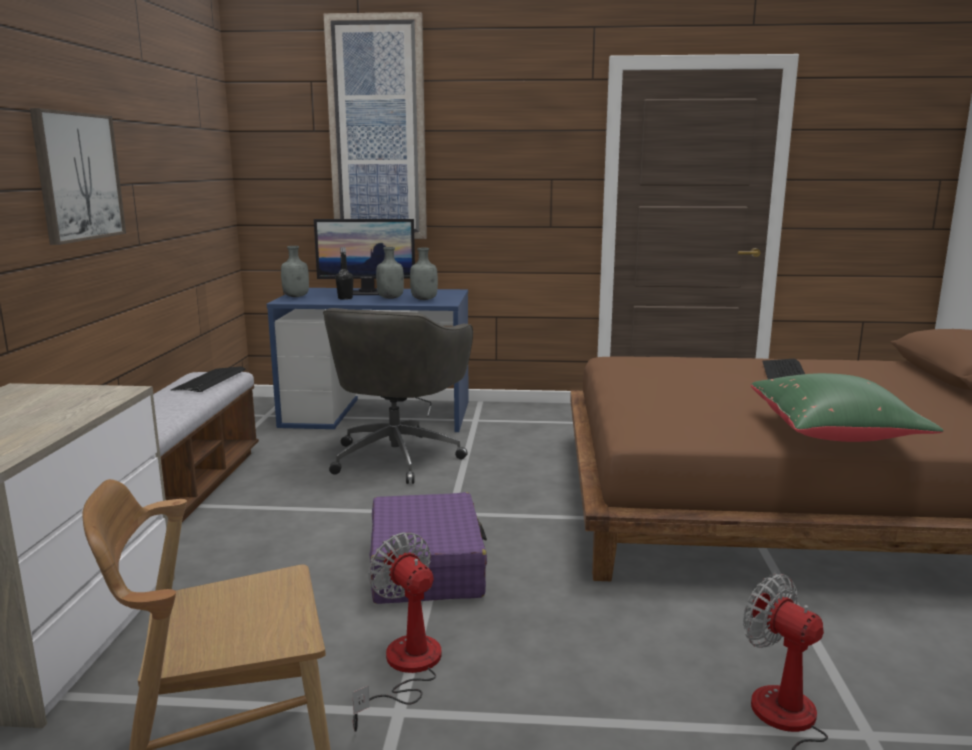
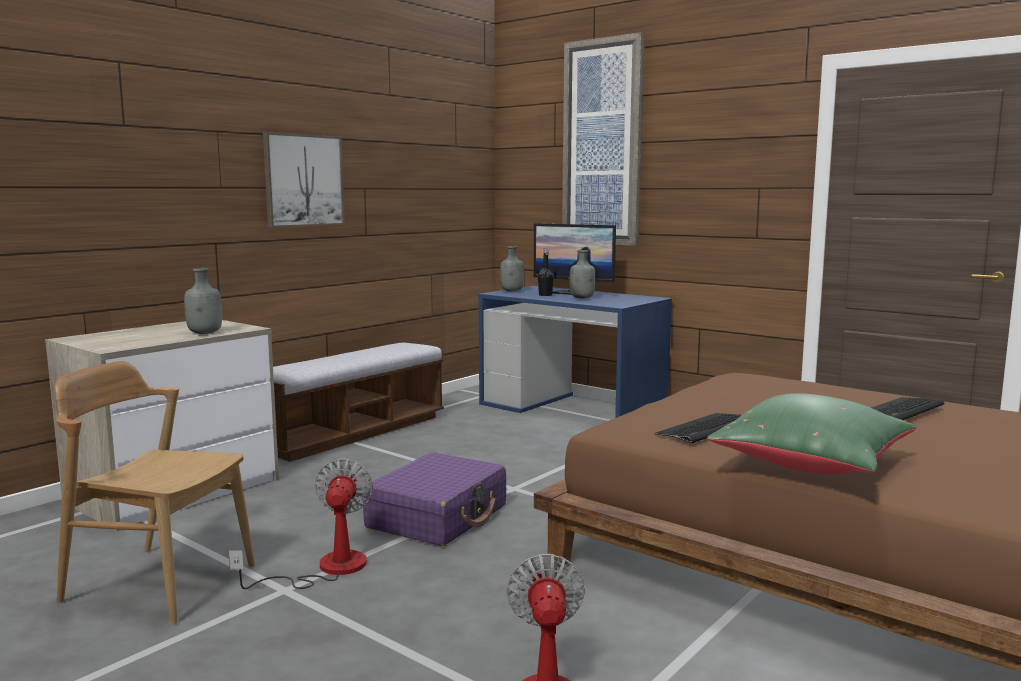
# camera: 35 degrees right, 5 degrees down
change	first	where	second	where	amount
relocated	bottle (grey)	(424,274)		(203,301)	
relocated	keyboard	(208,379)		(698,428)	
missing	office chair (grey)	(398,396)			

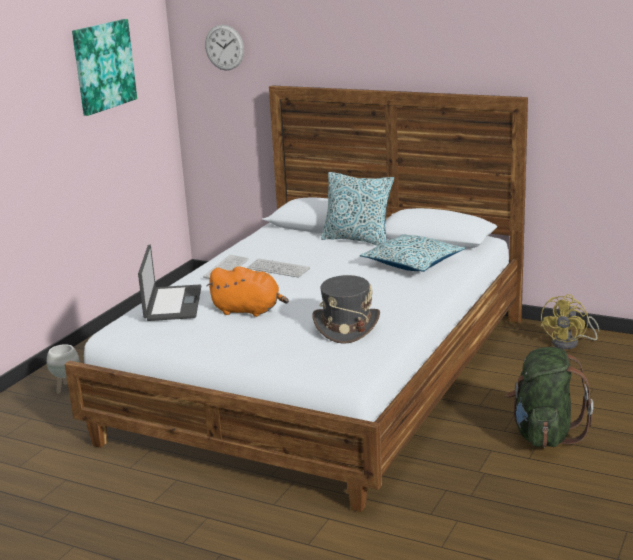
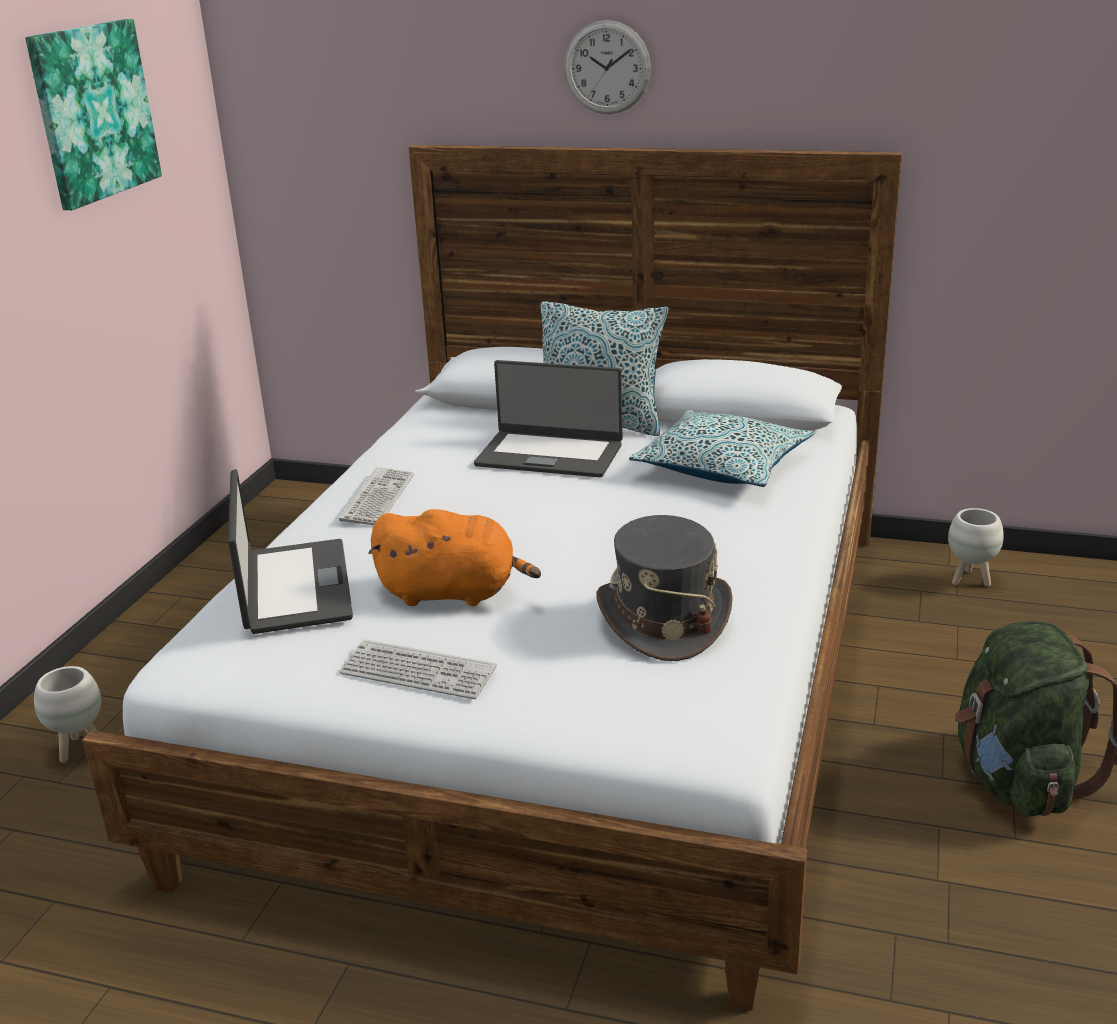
# camera: 10 degrees left, 5 degrees up
change	first	where	second	where	amount
relocated	keyboard	(278,268)		(418,669)	
appeared			laptop	(548,418)	
relocated	wall clock	(224,47)		(607,67)	
exchanged	fan (yellow)	(570,321)	planter (white)	(976,547)	

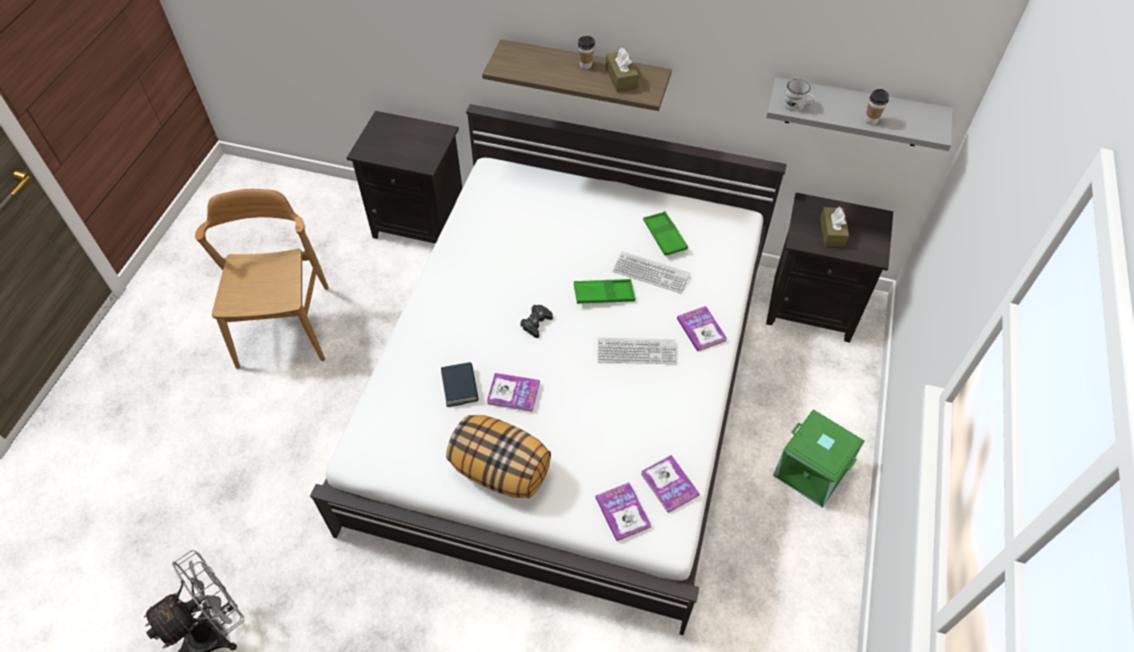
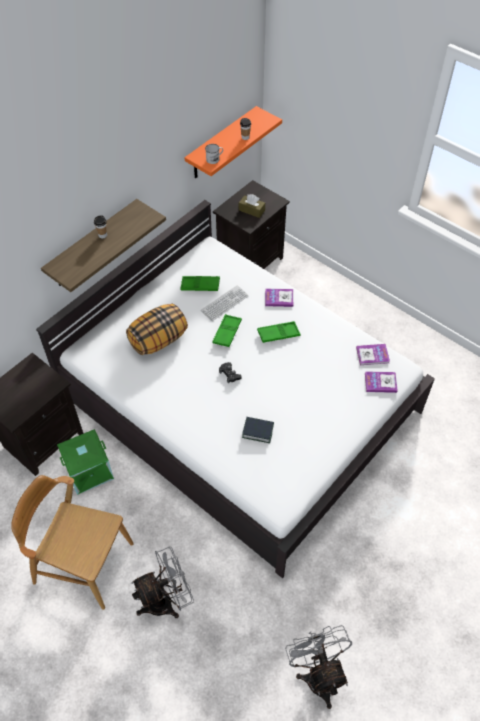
# camera: 65 degrees left, 0 degrees up
change	first	where	second	where	amount
relocated	storage box (green)	(818,458)		(85,462)	
relocated	pillow	(498,457)		(157,329)	
appeared			fan (grey)	(162,582)	
colour	shelf (grey)	(859,114)	shelf (orange)	(233,142)	
exchanged	keyboard	(636,350)	tray (green)	(279,332)	
missing	book	(513,392)			
missing	tissue box (brown)	(622,69)			

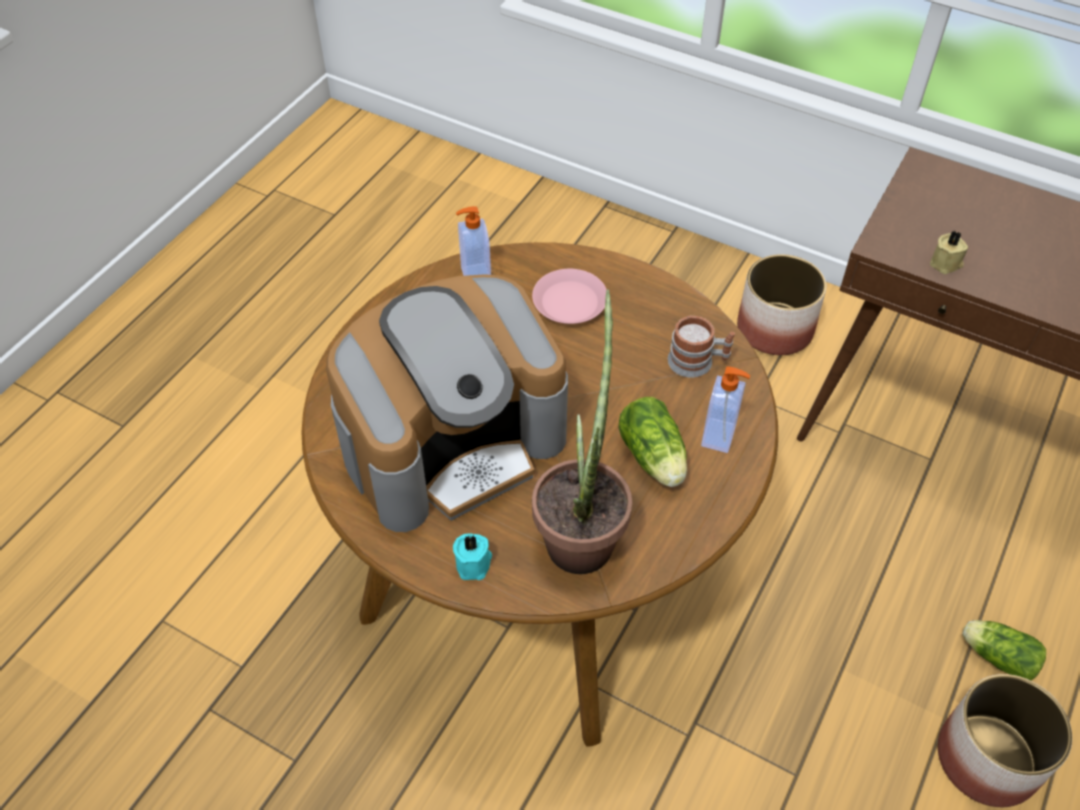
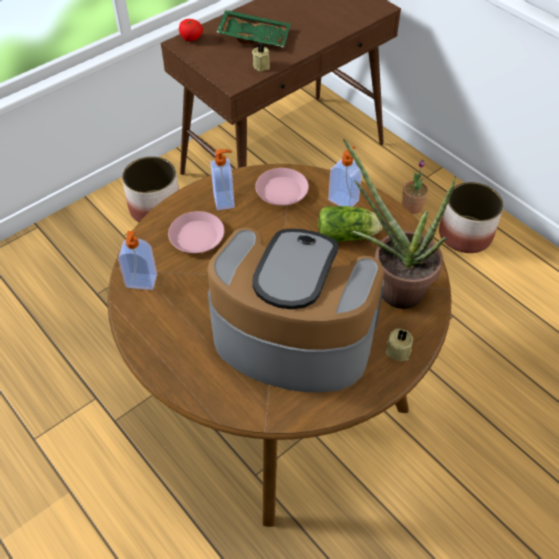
# camera: 70 degrees left, 0 degrees up
change	first	where	second	where	amount
appeared			tomato	(191,30)	
spun	coffee machine	(447,403)		(295,309)	60 degrees counterclockwise
appeared			soap dispenser	(222,179)	
appeared			tray (green)	(254,28)	
exchanged	mug	(701,346)	plate (pink)	(282,187)	
colour	candle (turquoise)	(472,557)	candle (beige)	(399,345)	
exchanged	lettuce	(1004,650)	potted plant	(415,187)	

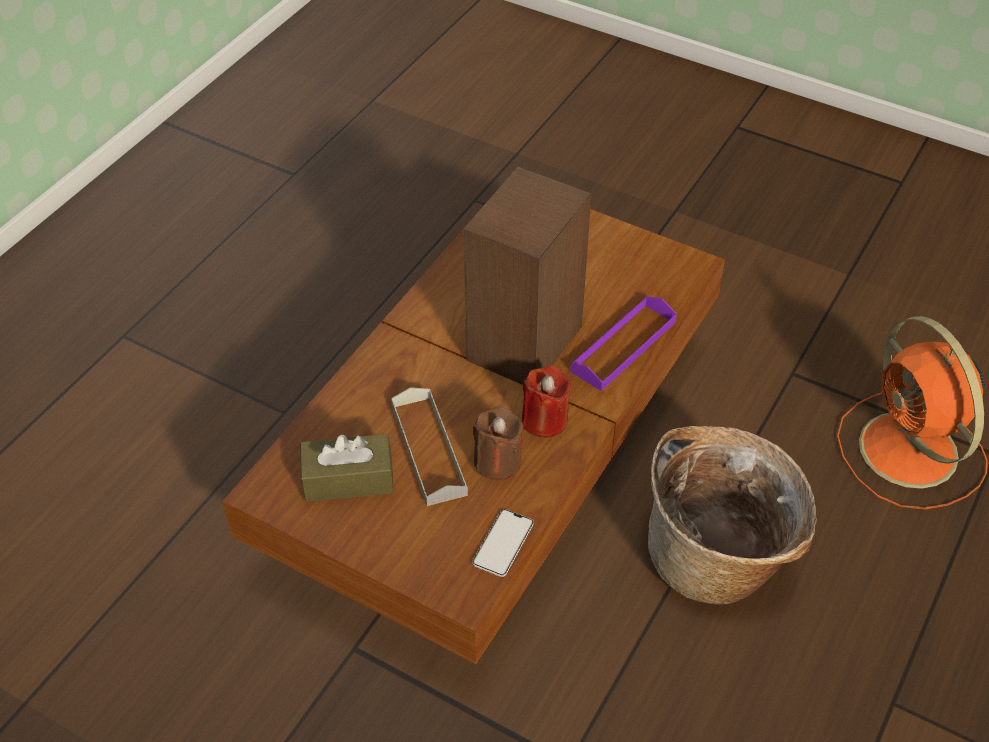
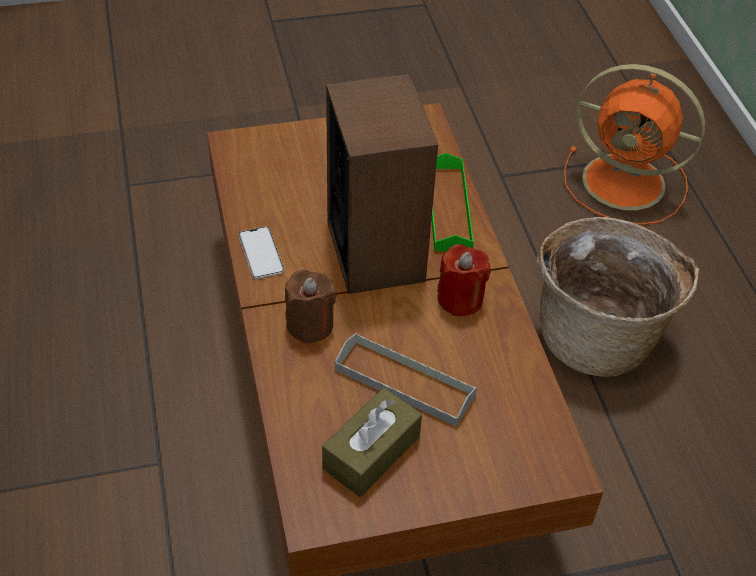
# camera: 45 degrees left, 0 degrees up
change	first	where	second	where	amount
relocated	phone	(503,543)		(261,253)	
relocated	candle (brown)	(498,443)		(310,307)	
colour	tray (purple)	(623,343)	tray (green)	(452,202)	

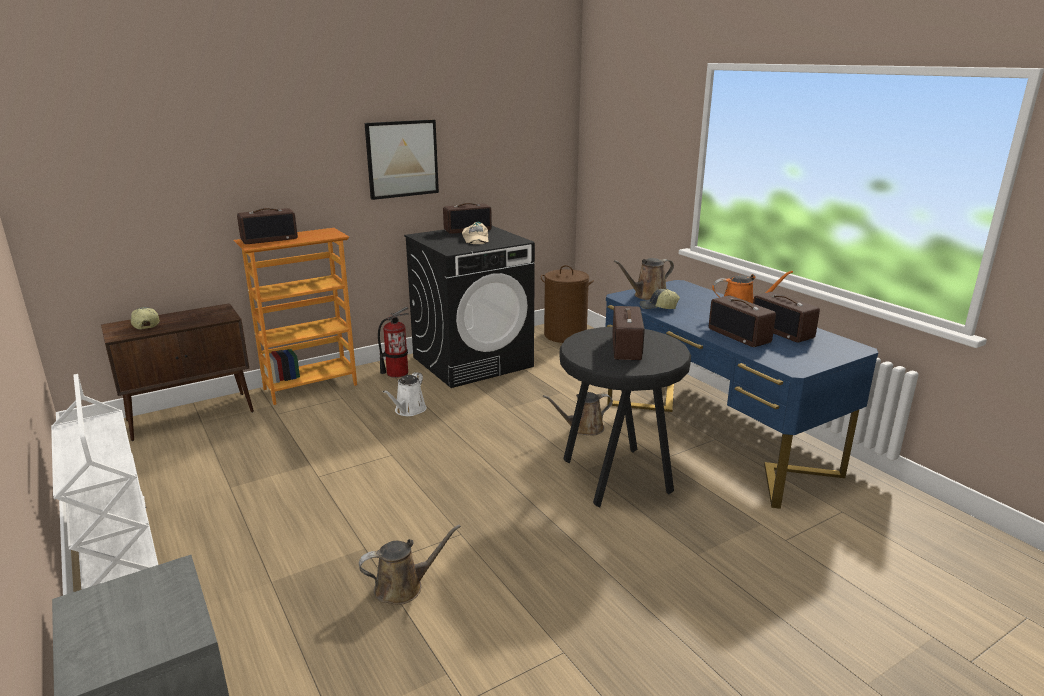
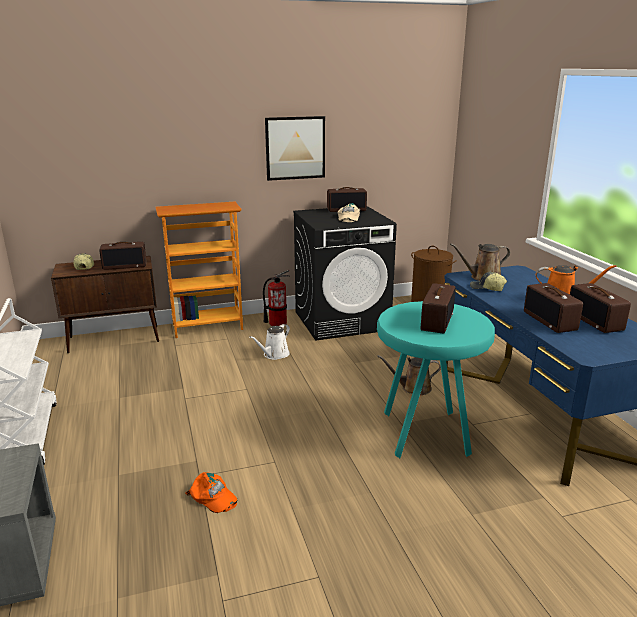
# camera: 15 degrees right, 0 degrees up
change	first	where	second	where	amount
relocated	radio	(267,226)		(122,256)	
exchanged	watering can (brown)	(410,564)	cap (orange)	(211,492)	
colour	stool (black)	(625,417)	stool (turquoise)	(436,379)	

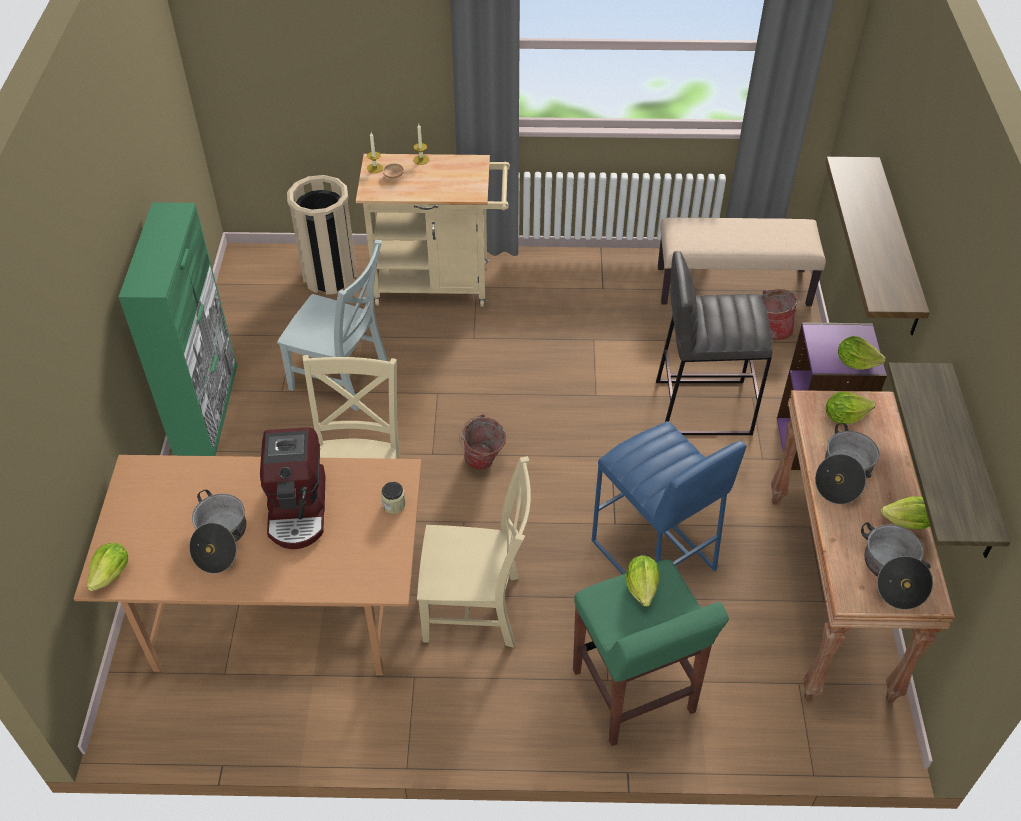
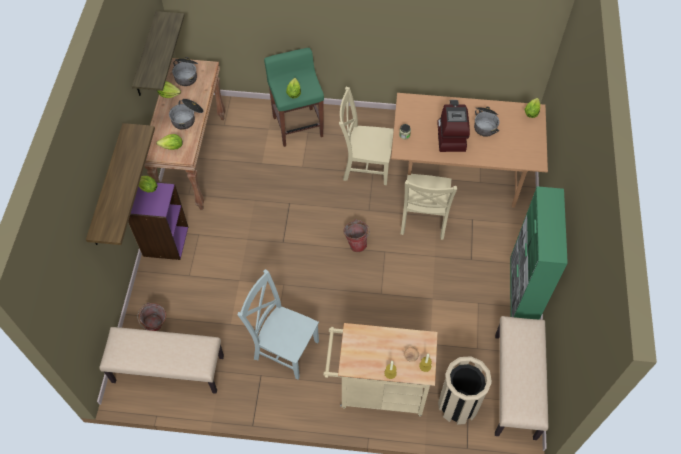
# camera: 175 degrees left, 10 degrees up
change	first	where	second	where	amount
relocated	chair (grey)	(332,325)		(278,324)	
appeared			bench (beige)	(521,378)	
missing	stool (blue)	(669,498)			
missing	stool (grey)	(714,343)			

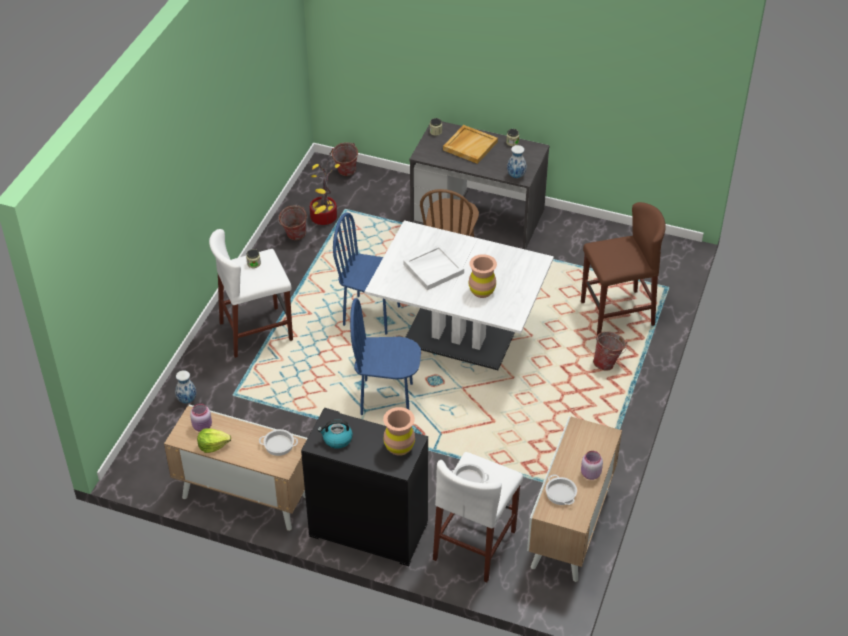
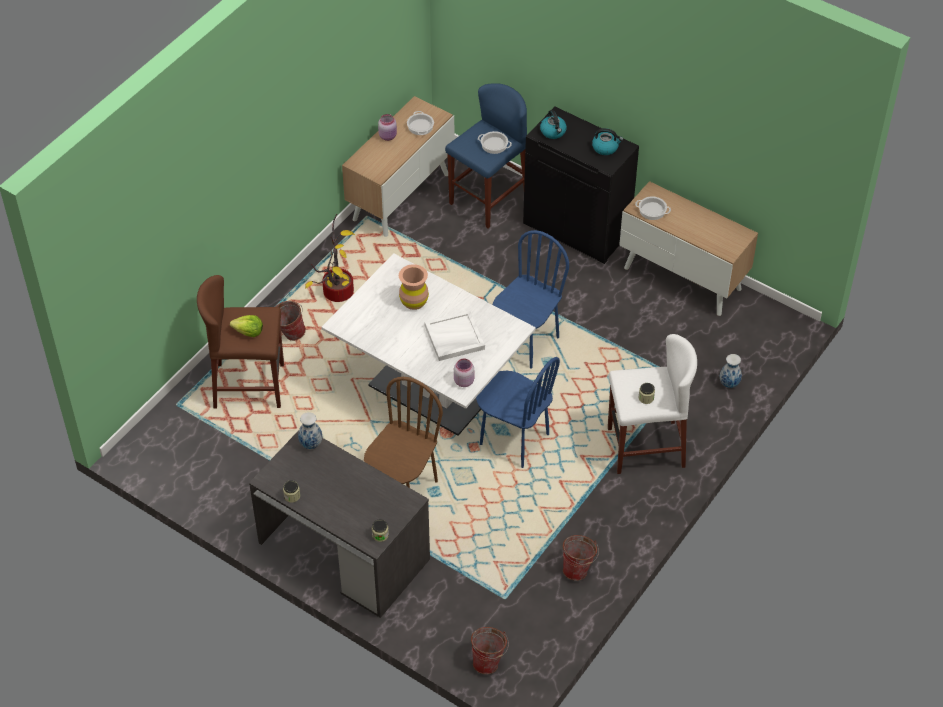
# camera: 165 degrees left, 5 degrees up
change	first	where	second	where	amount
relocated	lettuce	(214,440)		(246,326)	
relocated	potted plant	(325,187)		(330,258)	
colour	stool (white)	(478,517)	stool (blue)	(486,155)	
relocated	jar (pink)	(201,417)		(464,373)	
spun	chair (blue)	(385,356)		(531,299)	75 degrees counterclockwise
exchanged	vase (brown)	(399,431)	kettle	(553,124)	
missing	tray (beige)	(470,144)			

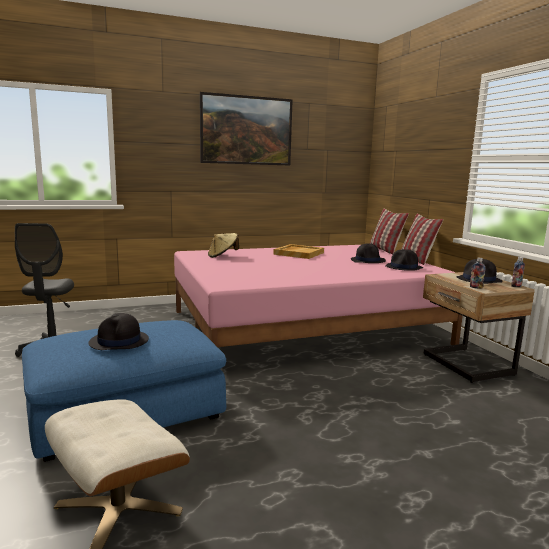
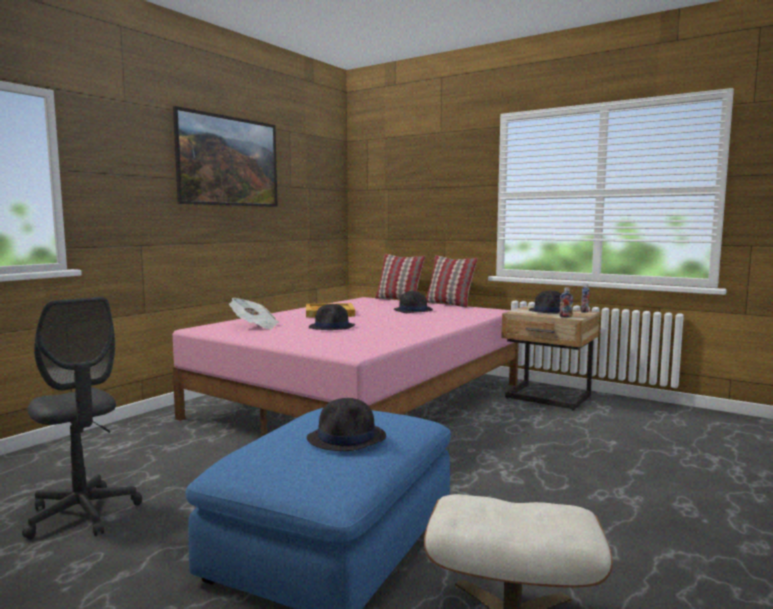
# camera: 35 degrees left, 5 degrees down
change	first	where	second	where	amount
exchanged	hat (beige)	(223,245)	newspaper	(254,313)	
relocated	hat (black)	(404,260)		(332,317)	

